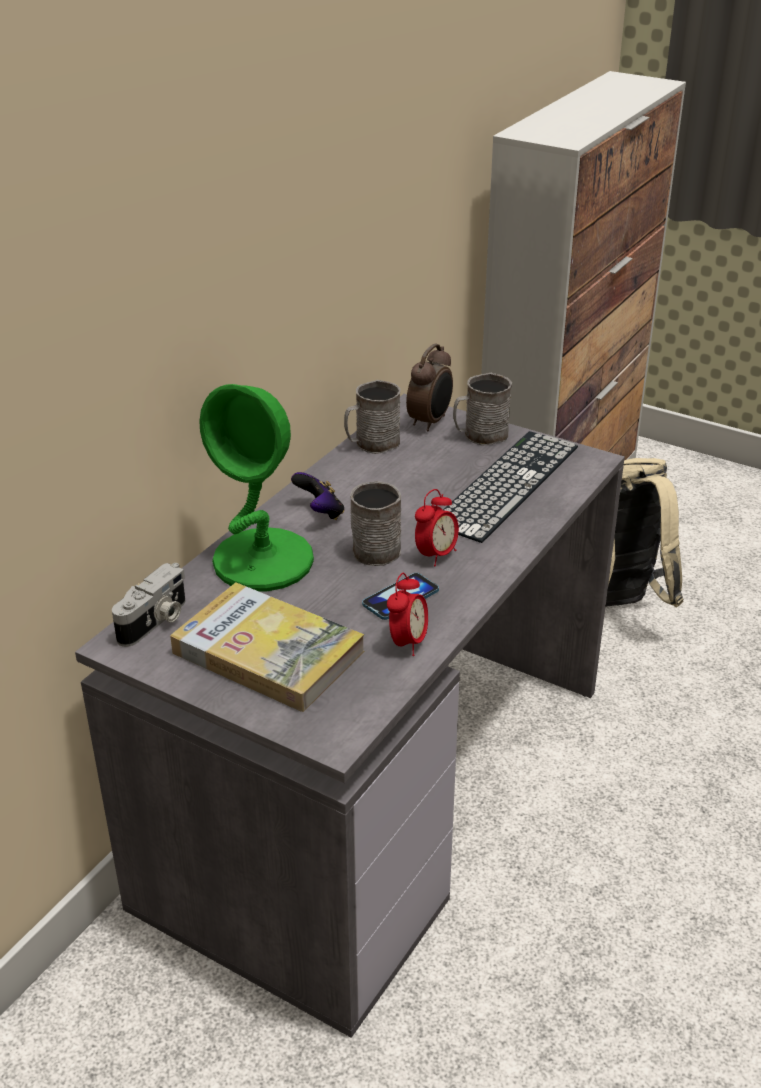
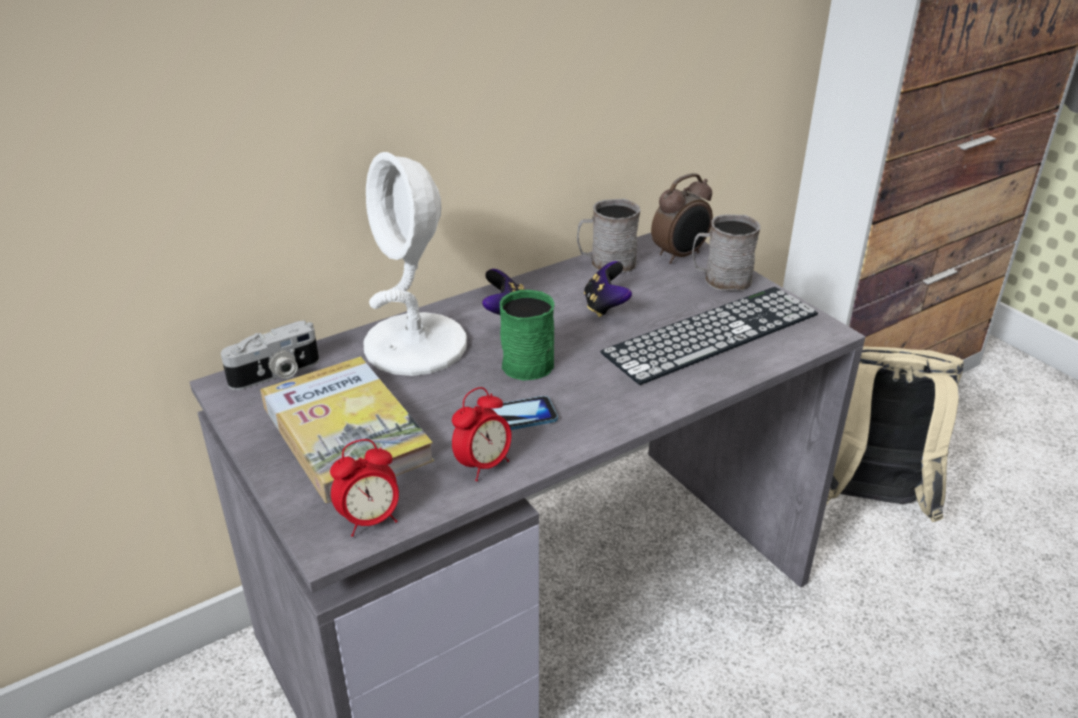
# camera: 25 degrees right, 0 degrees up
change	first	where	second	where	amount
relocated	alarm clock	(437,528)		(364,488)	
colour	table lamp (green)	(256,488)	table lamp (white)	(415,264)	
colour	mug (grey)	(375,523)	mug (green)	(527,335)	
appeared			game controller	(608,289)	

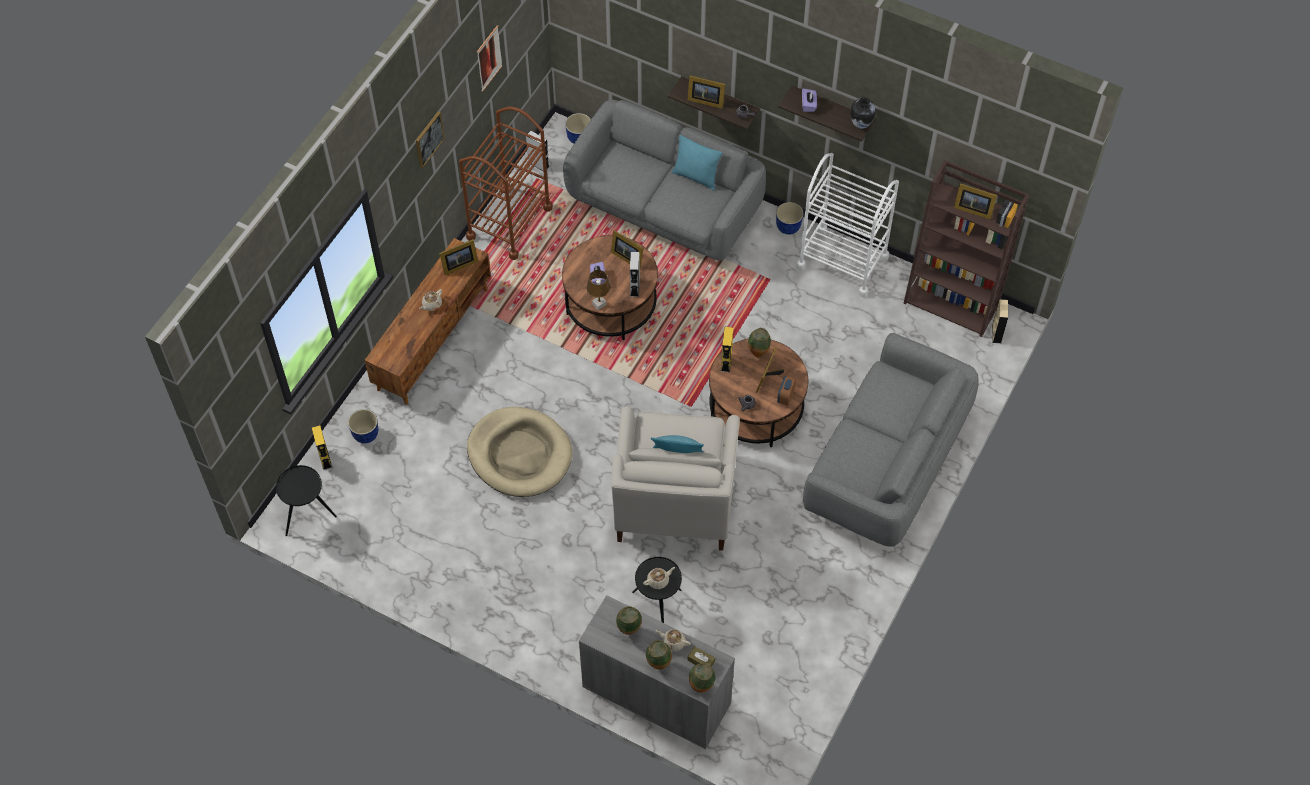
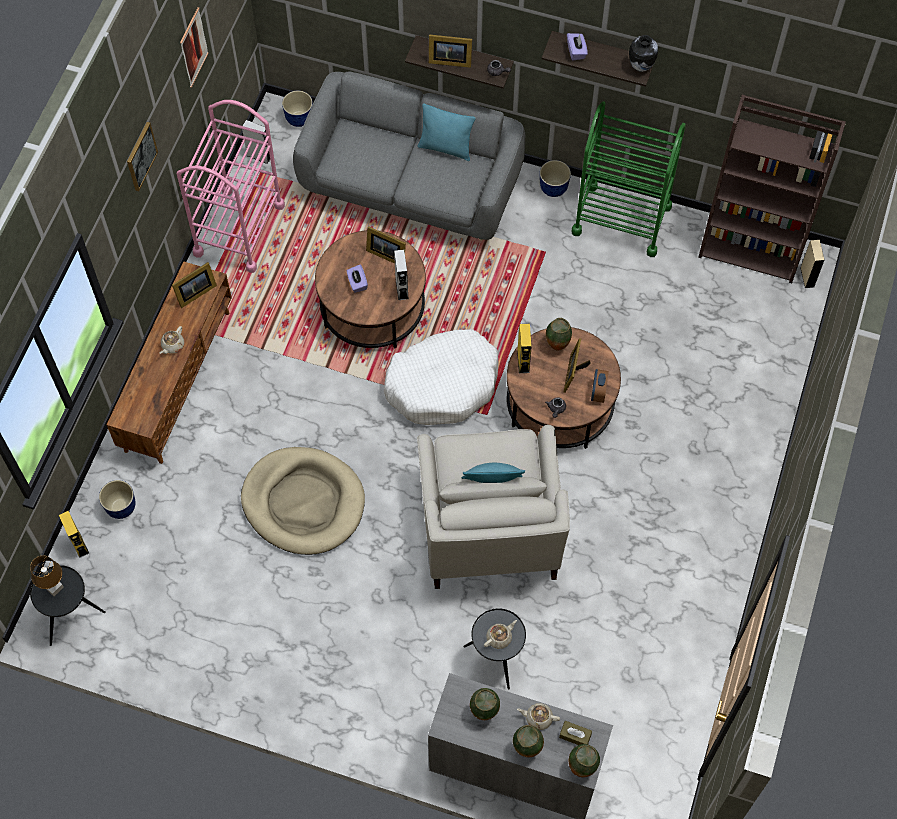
# camera: 10 degrees left, 5 degrees up
change	first	where	second	where	amount
relocated	table lamp (brown)	(598,290)		(47,576)	
colour	cart (brown)	(506,183)	cart (pink)	(231,186)	
appeared			dog bed (white)	(441,377)	
colour	cart (white)	(847,225)	cart (green)	(629,179)	
missing	sofa (grey)	(891,440)			
missing	picture frame	(975,201)			

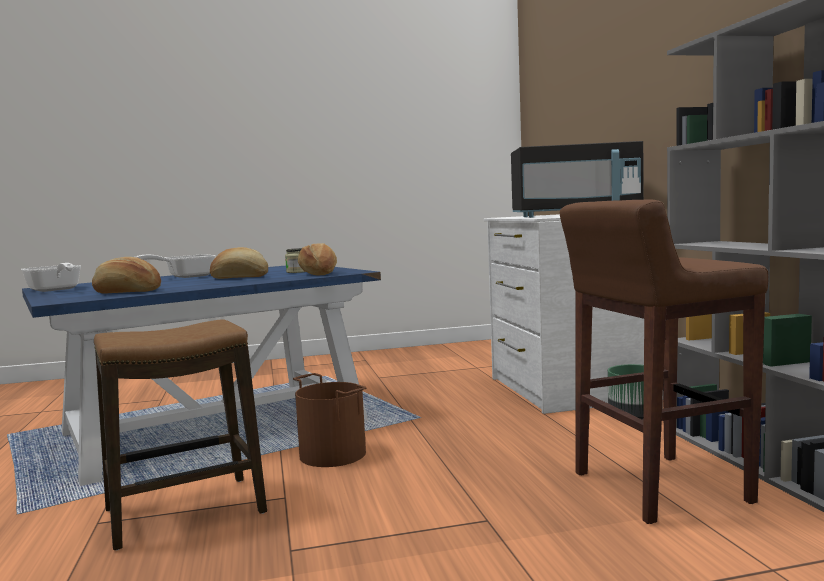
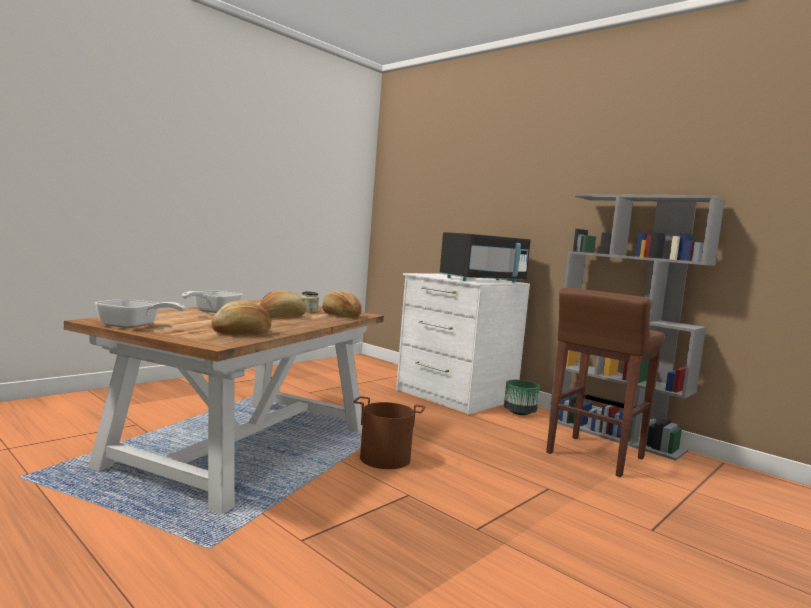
# camera: 35 degrees left, 0 degrees up
change	first	where	second	where	amount
colour	dining table (blue)	(201,376)	dining table (brown)	(224,406)	
missing	stool	(180,434)			

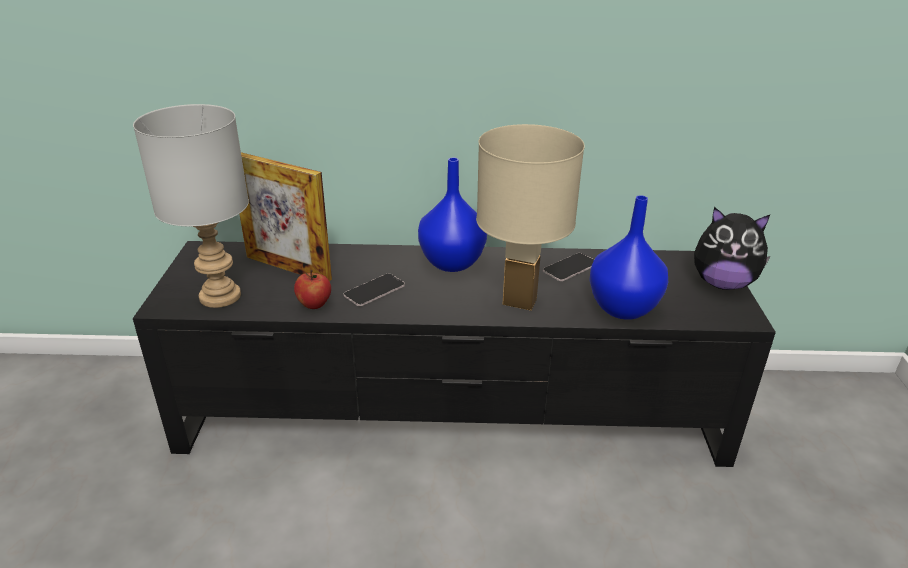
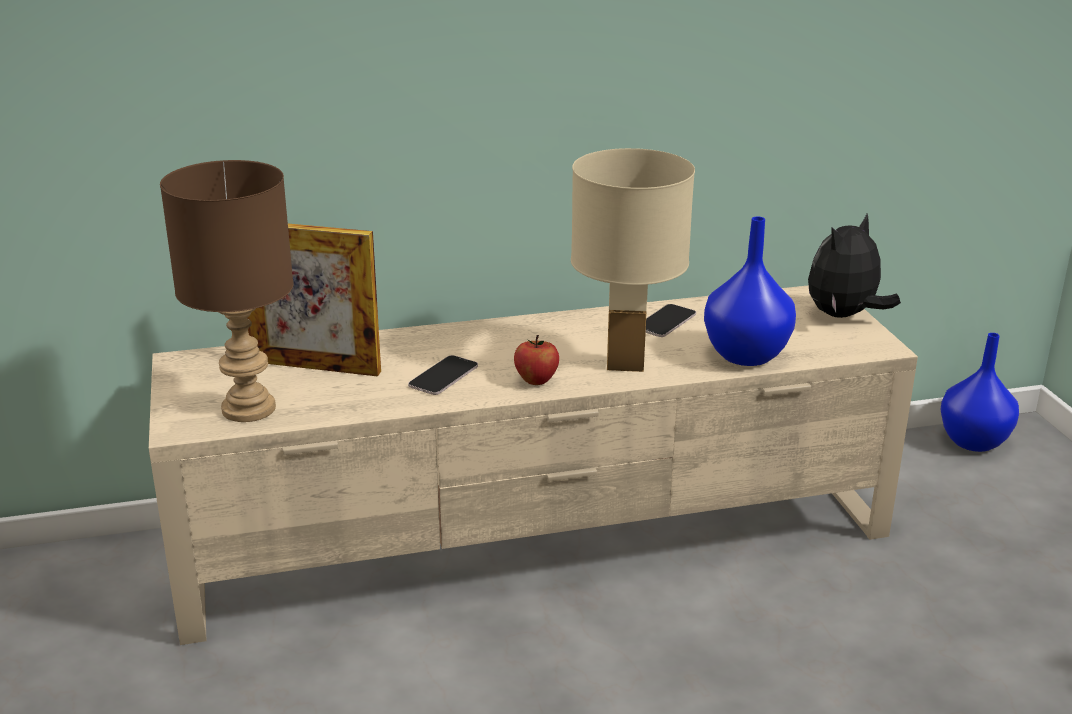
# camera: 15 degrees left, 5 degrees down
change	first	where	second	where	amount
colour	tv stand (black)	(454,354)	tv stand (beige)	(533,465)	
colour	table lamp (grey)	(191,206)	table lamp (brown)	(227,291)	
relocated	apple	(312,289)		(536,360)	
spun	plush toy	(732,248)		(854,265)	135 degrees clockwise
relocated	vase (blue)	(452,215)		(979,392)	

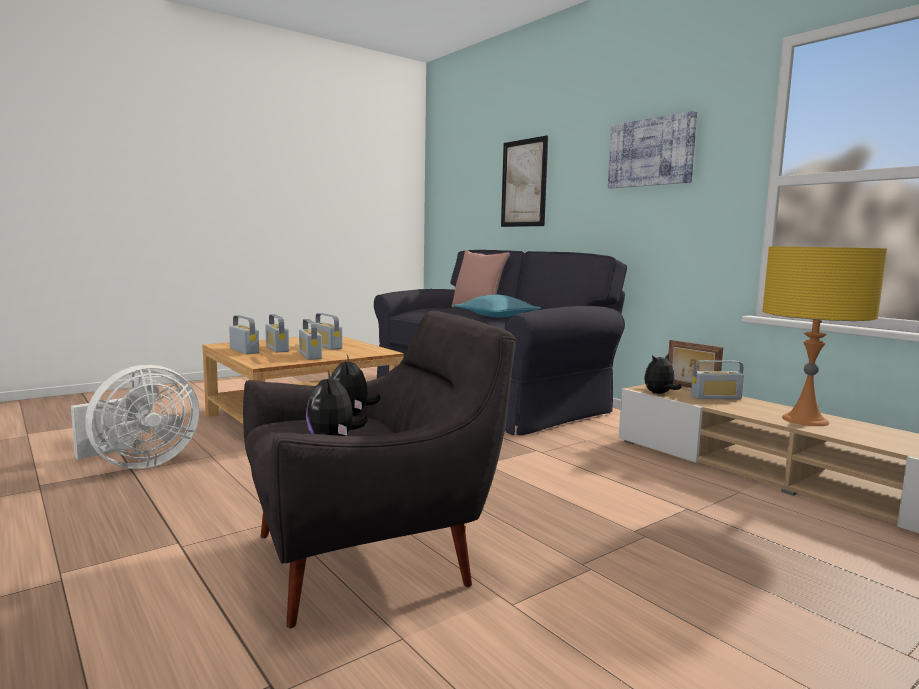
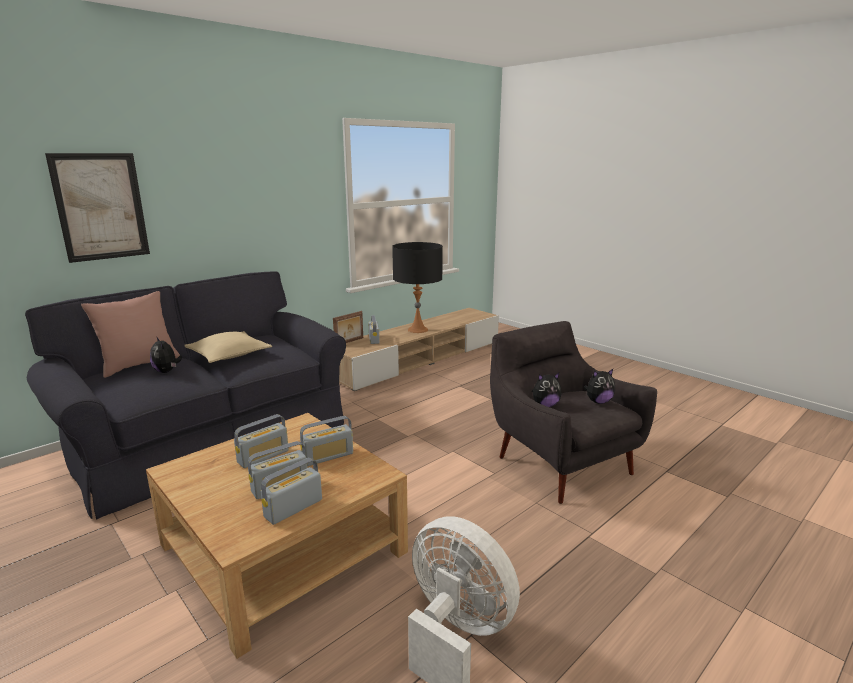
# camera: 95 degrees left, 10 degrees up
change	first	where	second	where	amount
relocated	plush toy	(663,374)		(166,354)	
colour	pillow (turquoise)	(497,306)	pillow (beige)	(228,347)	
colour	table lamp (yellow)	(824,336)	table lamp (black)	(417,287)	
missing	picture	(652,149)			

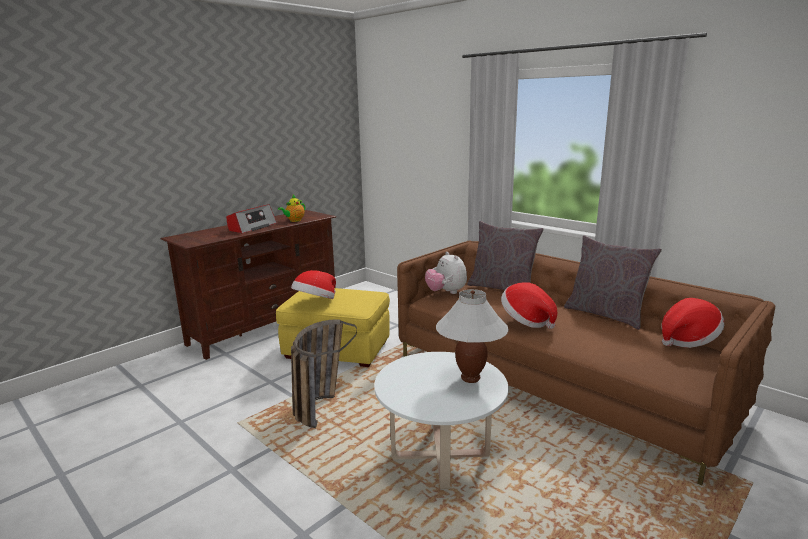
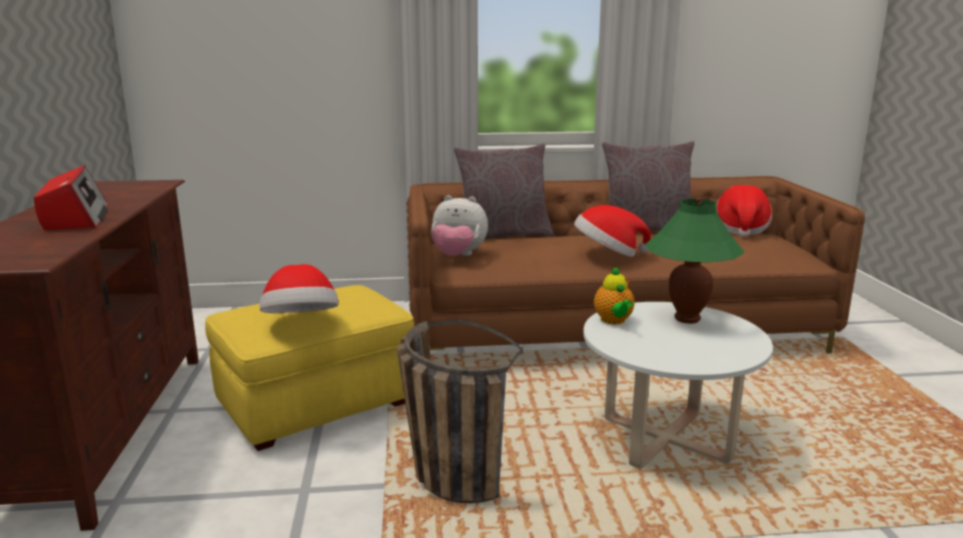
# camera: 50 degrees left, 0 degrees up
change	first	where	second	where	amount
relocated	teapot	(291,208)		(614,295)	
colour	table lamp (white)	(472,336)	table lamp (green)	(695,260)	

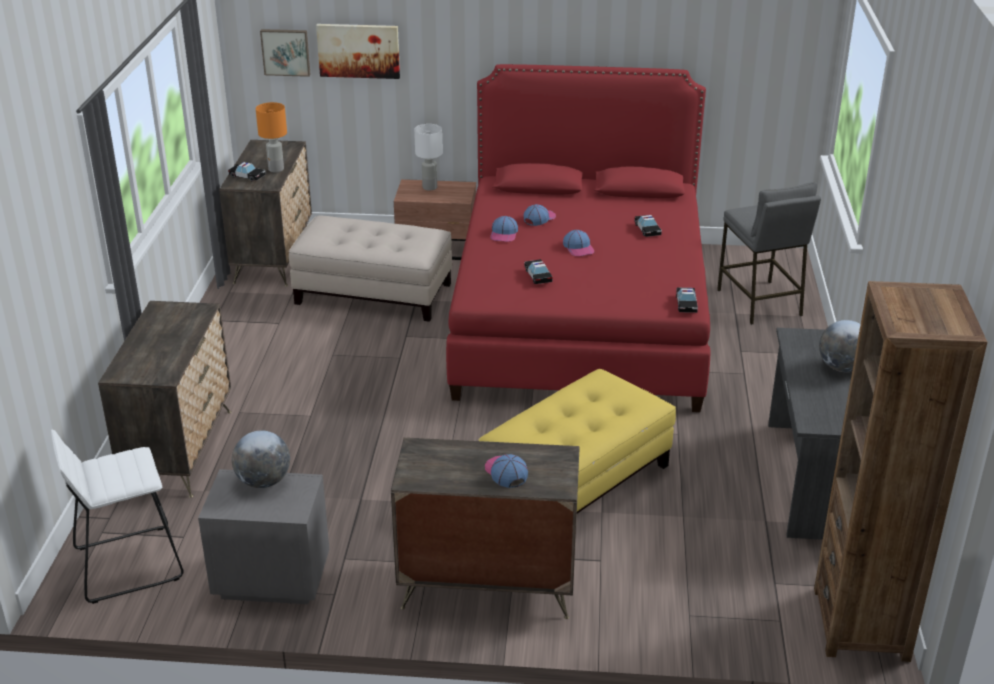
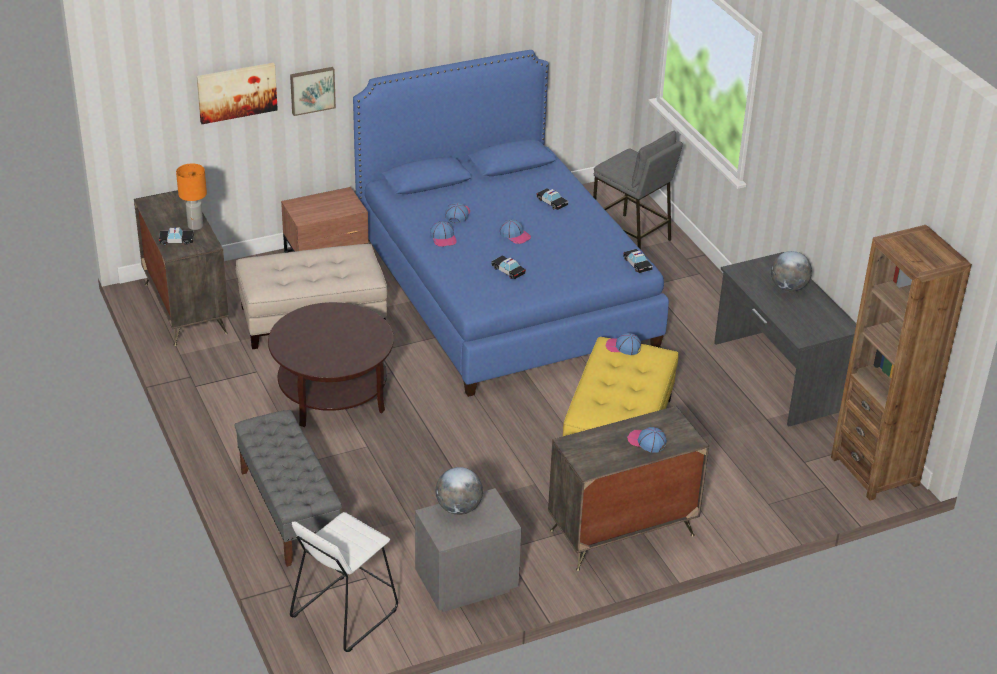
# camera: 30 degrees left, 5 degrees up
change	first	where	second	where	amount
exchanged	dresser	(164,399)	bench (grey)	(288,488)	
appeared			coffee table (brown)	(331,364)	
relocated	picture	(285,53)		(313,91)	
colour	bed (red)	(578,238)	bed (blue)	(511,223)	
appeared			cap	(623,344)	
missing	table lamp (white)	(428,157)			

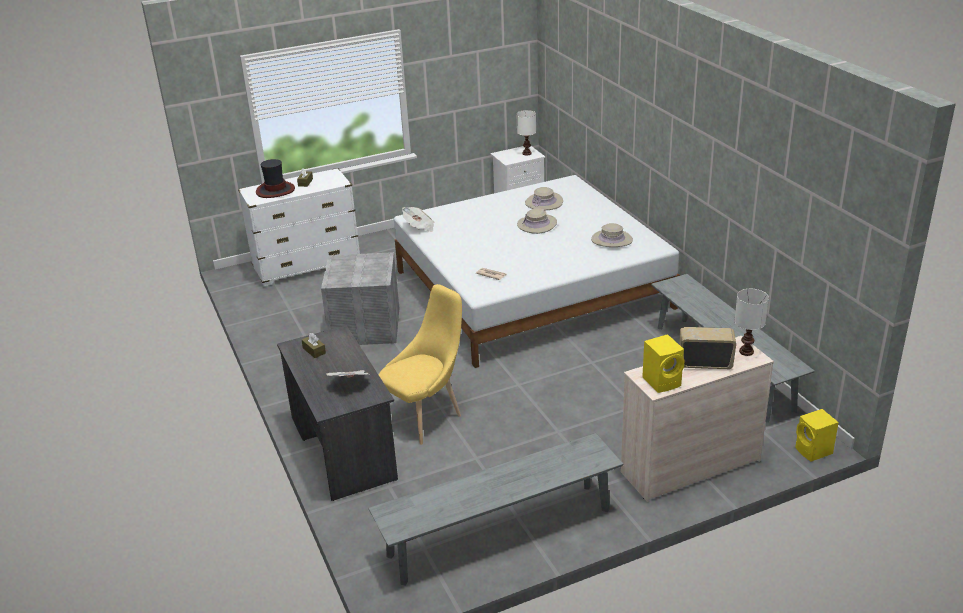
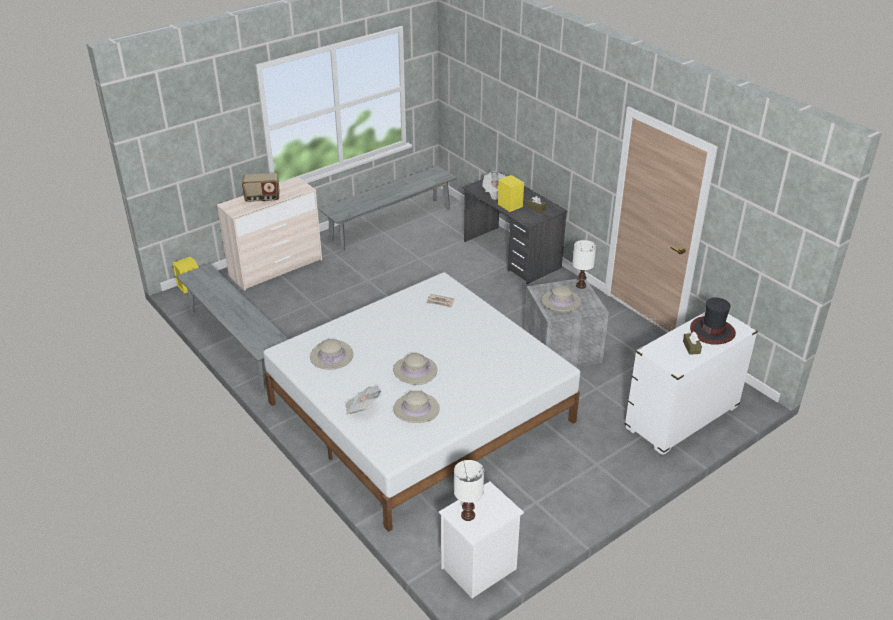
# camera: 165 degrees right, 5 degrees up
change	first	where	second	where	amount
relocated	newspaper	(418,219)		(363,400)	
relocated	speaker (yellow)	(663,363)		(510,193)	
appeared			hat (beige)	(562,299)	
relocated	table lamp (white)	(751,322)		(584,264)	
missing	chair (yellow)	(420,364)			

